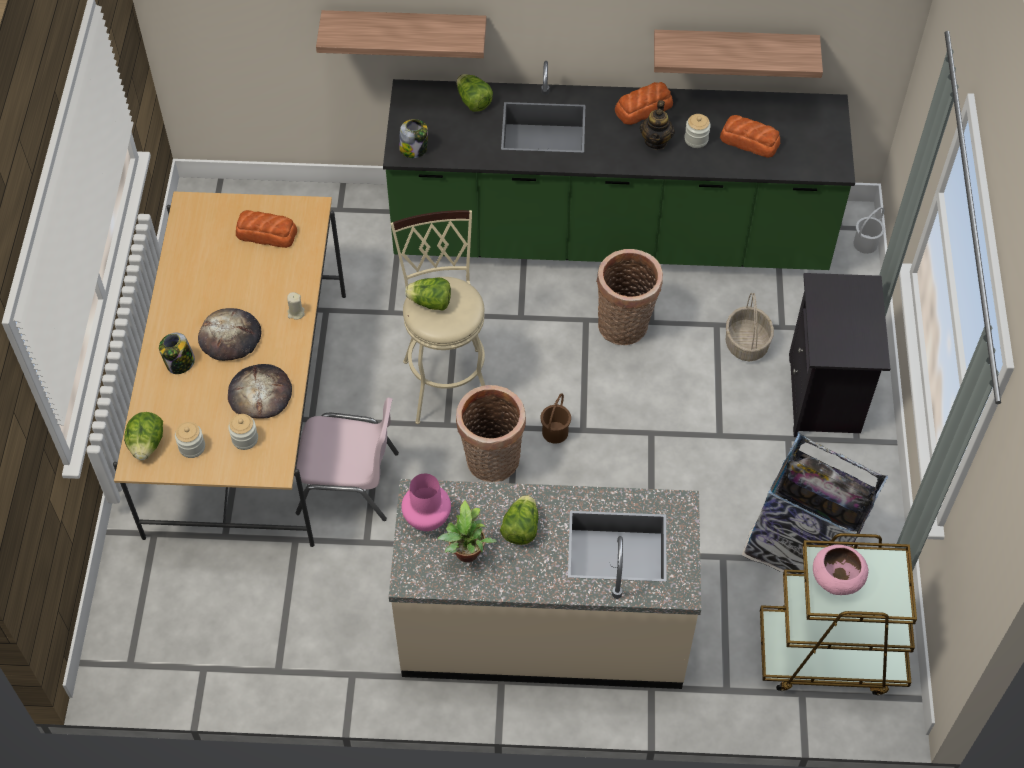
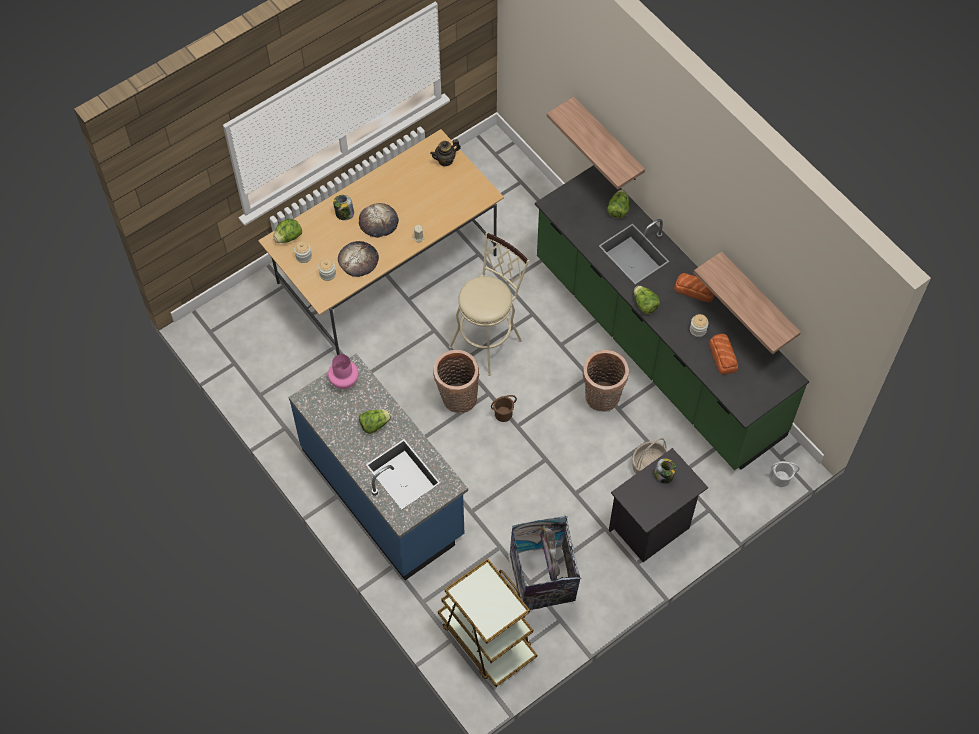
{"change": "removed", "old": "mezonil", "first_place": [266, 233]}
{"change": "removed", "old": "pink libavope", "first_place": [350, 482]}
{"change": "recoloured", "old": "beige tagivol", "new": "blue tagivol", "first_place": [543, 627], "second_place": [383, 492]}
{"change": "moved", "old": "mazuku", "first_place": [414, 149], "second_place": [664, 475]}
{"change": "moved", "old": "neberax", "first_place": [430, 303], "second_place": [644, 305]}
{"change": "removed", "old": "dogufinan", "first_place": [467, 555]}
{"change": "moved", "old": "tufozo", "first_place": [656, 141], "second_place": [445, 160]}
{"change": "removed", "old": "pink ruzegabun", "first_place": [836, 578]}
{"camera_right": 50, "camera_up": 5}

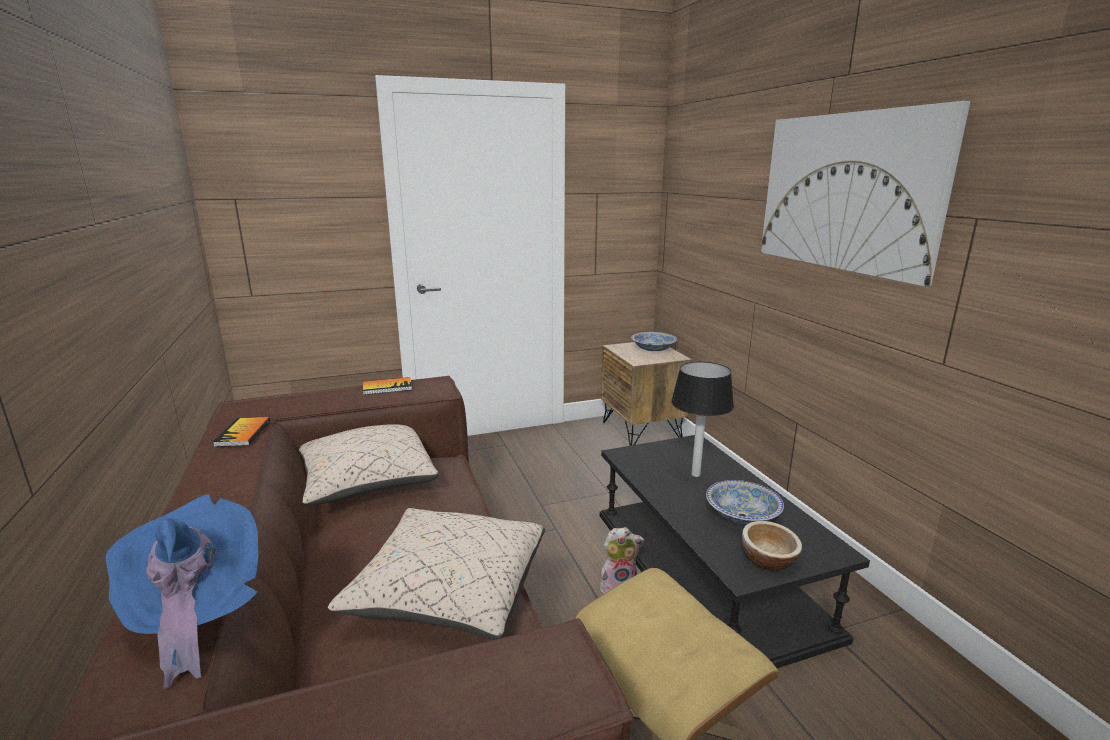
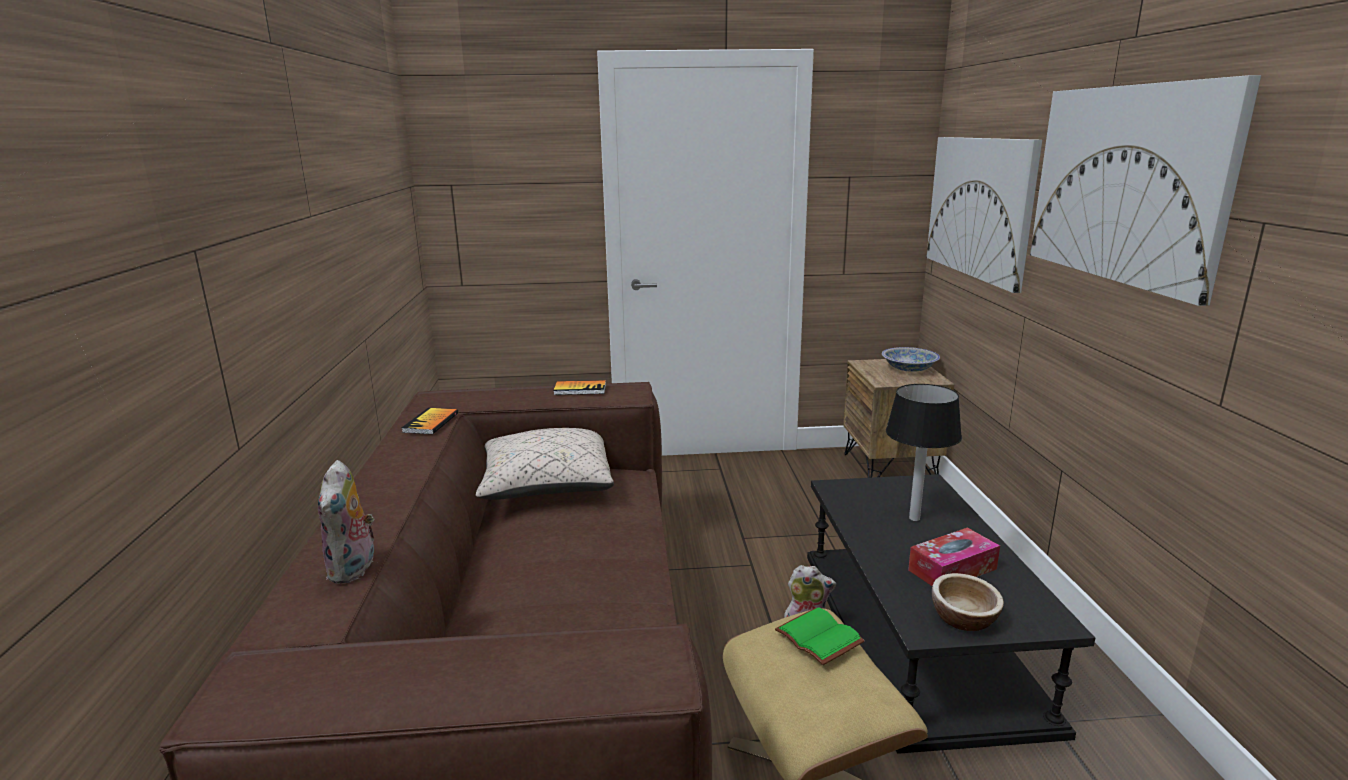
{"change": "replaced", "old": "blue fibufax", "new": "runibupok", "first_place": [195, 613], "second_place": [354, 569]}
{"change": "removed", "old": "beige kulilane", "first_place": [449, 592]}
{"change": "replaced", "old": "ruzegabun", "new": "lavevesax", "first_place": [742, 516], "second_place": [952, 569]}
{"change": "added", "new": "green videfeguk", "second_place": [816, 637]}
{"change": "added", "new": "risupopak", "second_place": [979, 207]}
{"camera_right": 15, "camera_up": 0}

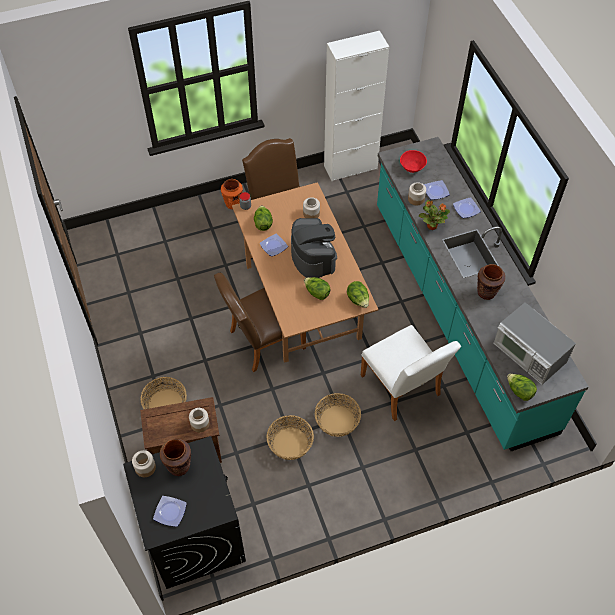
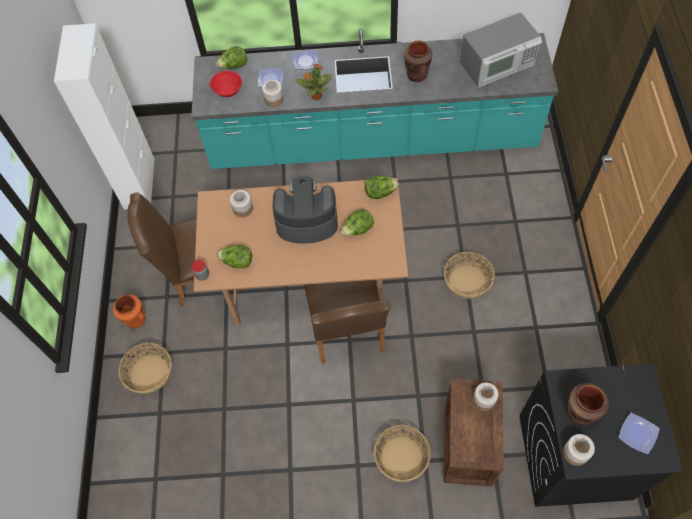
{"change": "removed", "old": "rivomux", "first_place": [274, 246]}
{"change": "moved", "old": "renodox", "first_place": [290, 443], "second_place": [149, 373]}
{"change": "removed", "old": "white libavope", "first_place": [403, 389]}
{"change": "moved", "old": "neberax", "first_place": [519, 391], "second_place": [234, 66]}
{"camera_right": -70, "camera_up": 5}

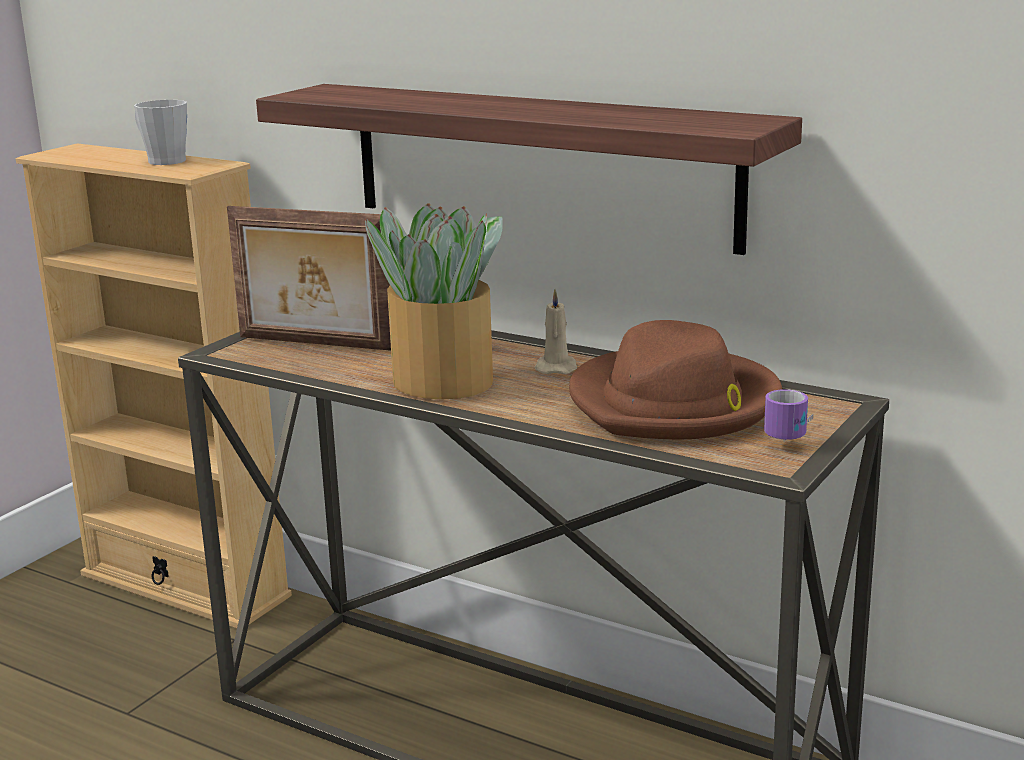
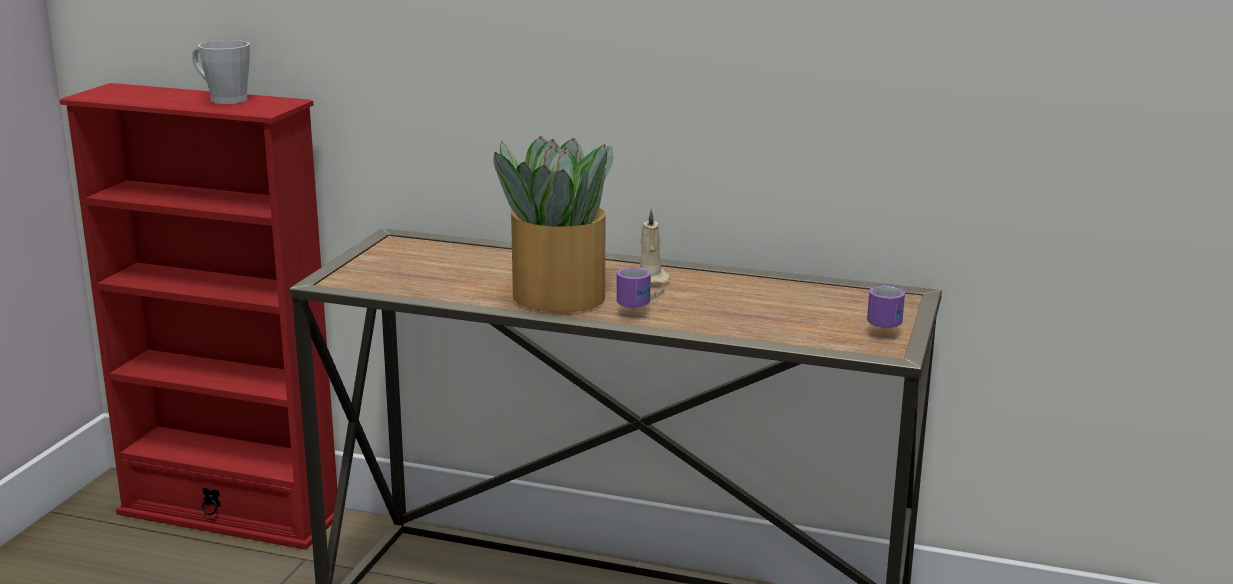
{"change": "recoloured", "old": "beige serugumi", "new": "red serugumi", "first_place": [185, 585], "second_place": [230, 514]}
{"change": "removed", "old": "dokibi", "first_place": [314, 344]}
{"change": "removed", "old": "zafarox", "first_place": [540, 164]}
{"change": "removed", "old": "brown fibufax", "first_place": [674, 403]}
{"change": "added", "new": "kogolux", "second_place": [644, 305]}
{"camera_right": -15, "camera_up": 0}

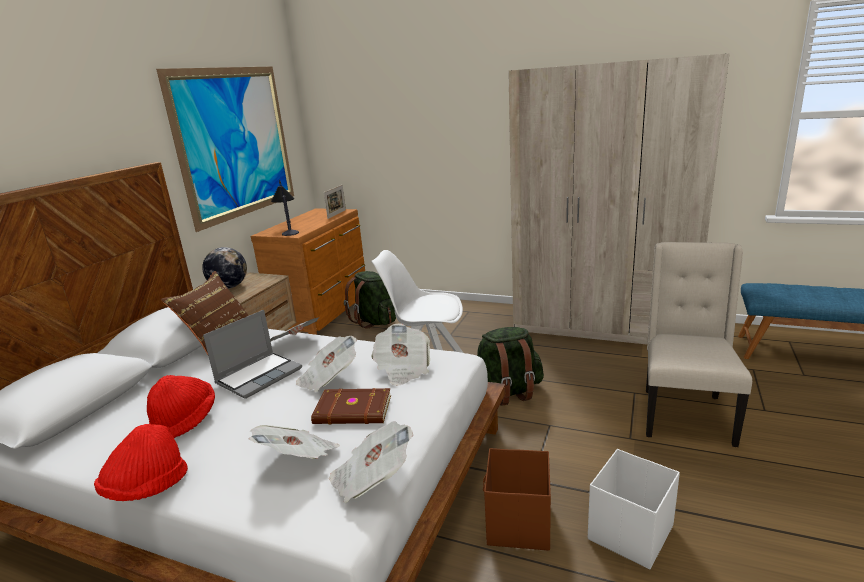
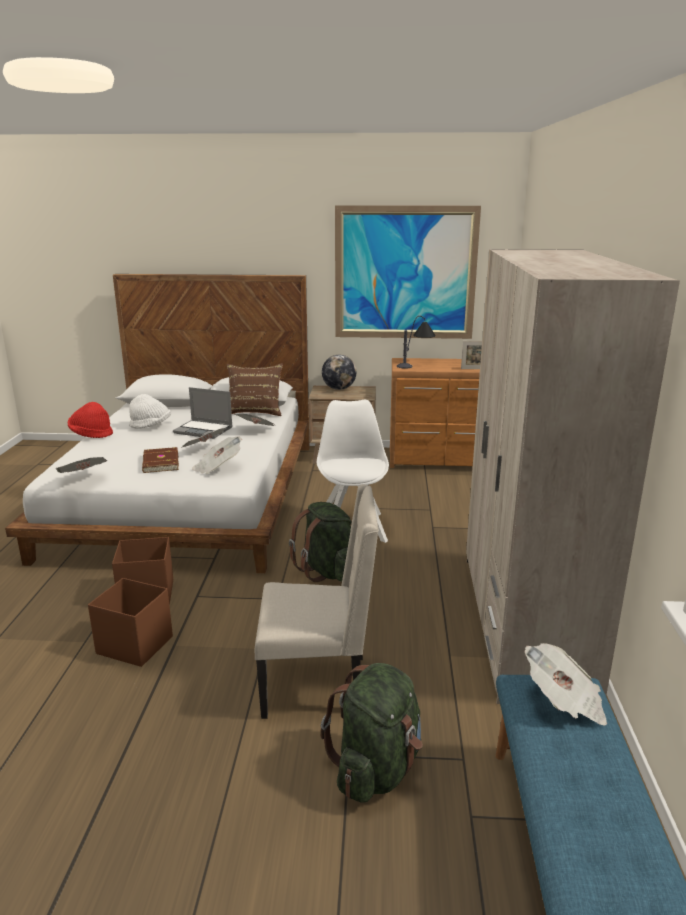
{"change": "recoloured", "old": "red fibufax", "new": "white fibufax", "first_place": [185, 420], "second_place": [151, 426]}
{"change": "moved", "old": "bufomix", "first_place": [299, 458], "second_place": [564, 702]}
{"change": "moved", "old": "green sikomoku", "first_place": [375, 321], "second_place": [376, 768]}
{"change": "recoloured", "old": "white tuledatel", "new": "brown tuledatel", "first_place": [629, 533], "second_place": [134, 645]}
{"camera_right": 70, "camera_up": 0}

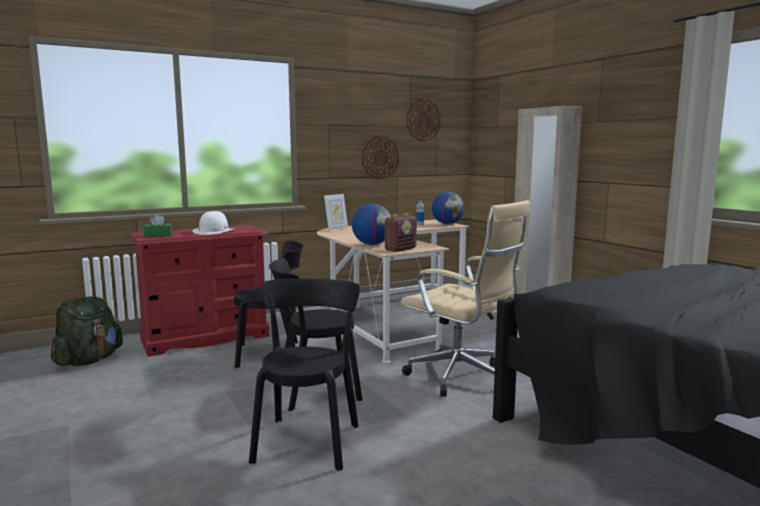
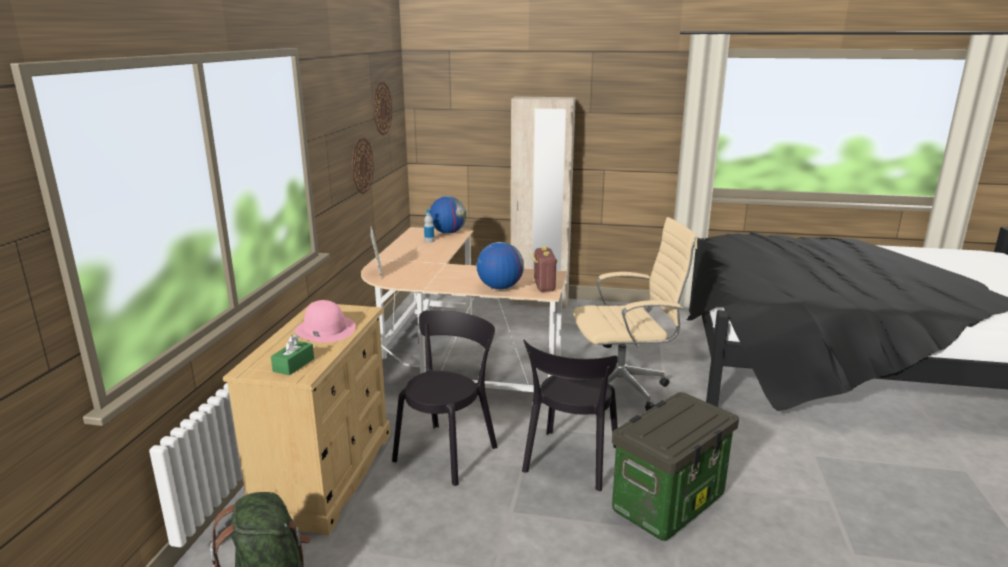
{"change": "recoloured", "old": "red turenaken", "new": "beige turenaken", "first_place": [205, 337], "second_place": [327, 474]}
{"change": "recoloured", "old": "white fibufax", "new": "pink fibufax", "first_place": [214, 231], "second_place": [325, 329]}
{"change": "replaced", "old": "black libavope", "new": "tuledatel", "first_place": [308, 440], "second_place": [668, 502]}
{"camera_right": -50, "camera_up": 10}

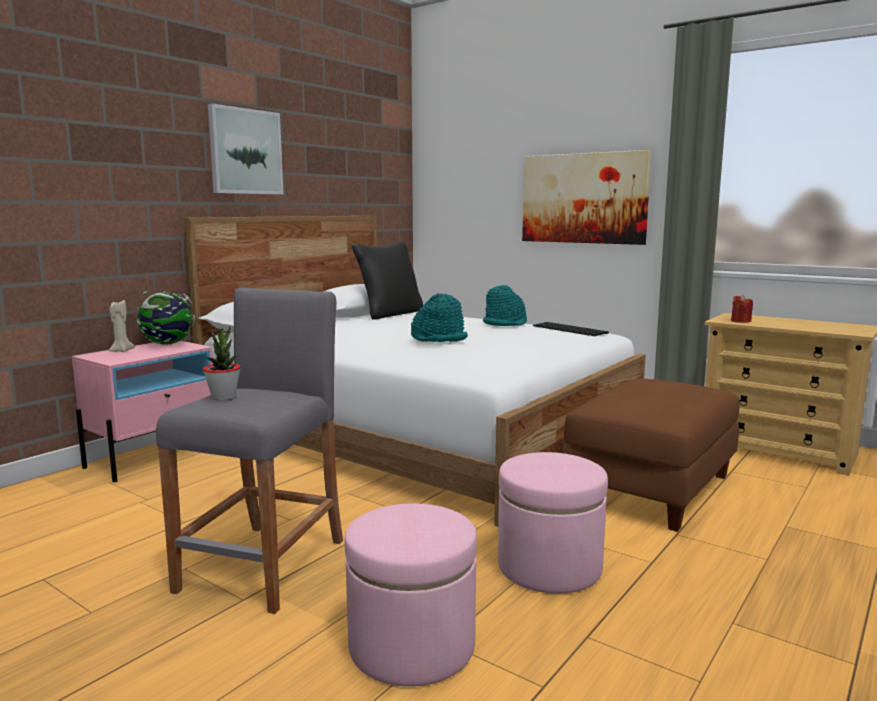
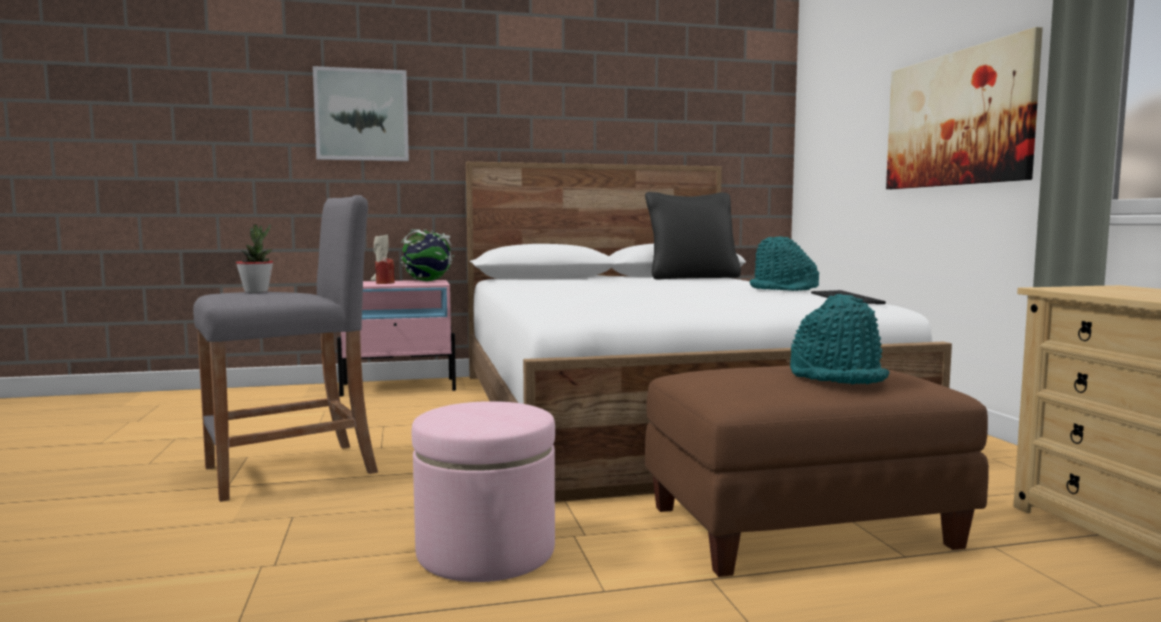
{"change": "moved", "old": "risupopak", "first_place": [245, 151], "second_place": [362, 115]}
{"change": "removed", "old": "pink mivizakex", "first_place": [411, 646]}
{"change": "moved", "old": "turquoise fibufax", "first_place": [439, 339], "second_place": [837, 376]}
{"change": "moved", "old": "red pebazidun", "first_place": [740, 321], "second_place": [385, 283]}
{"camera_right": 40, "camera_up": -5}

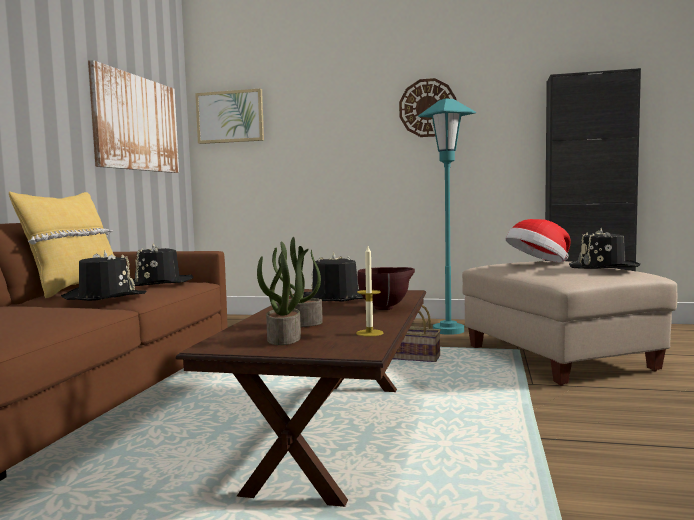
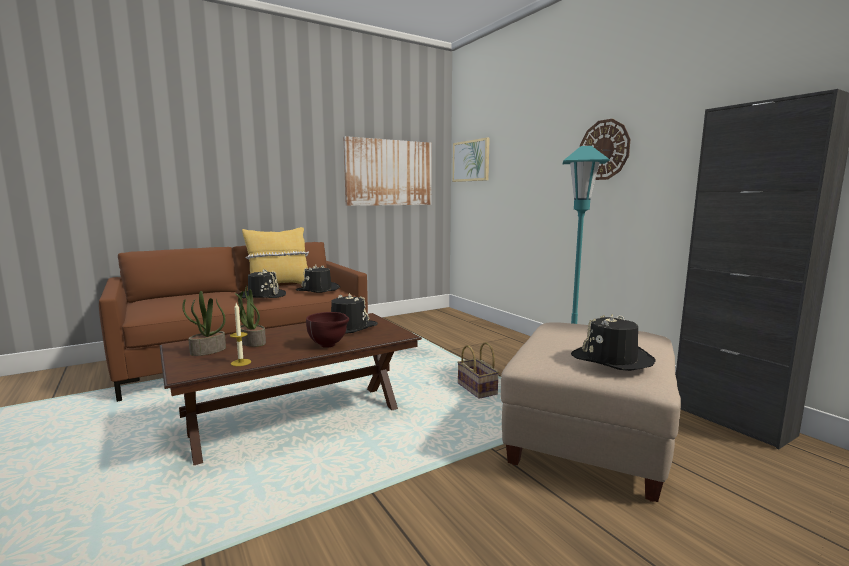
{"change": "removed", "old": "fibufax", "first_place": [537, 263]}
{"camera_right": 45, "camera_up": 5}

